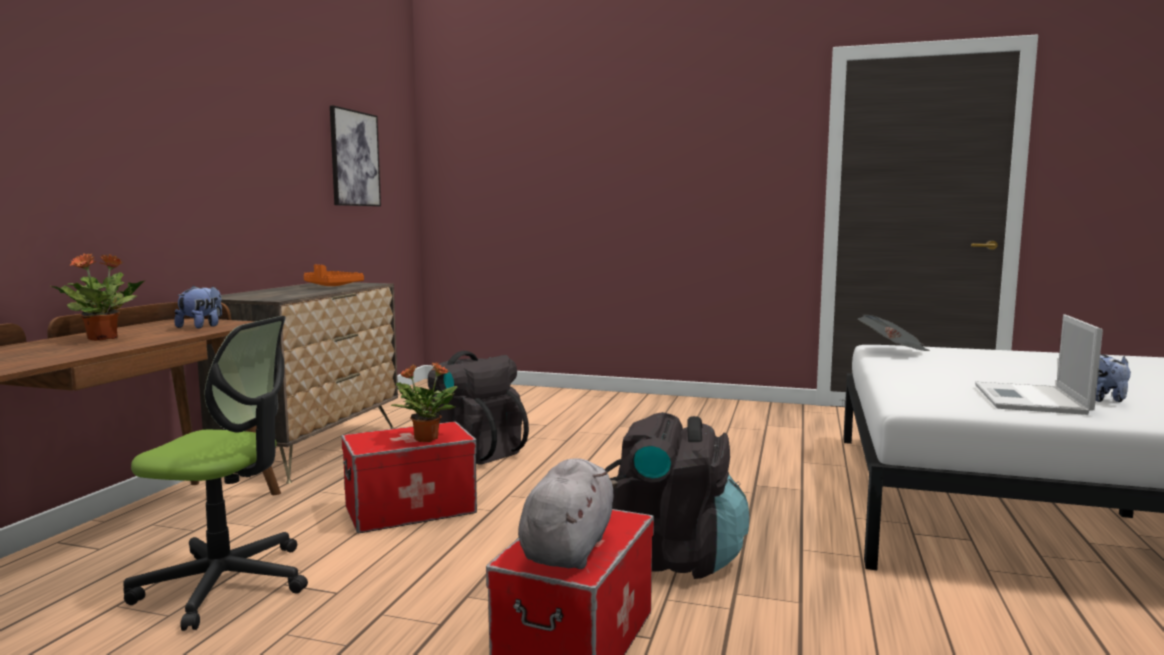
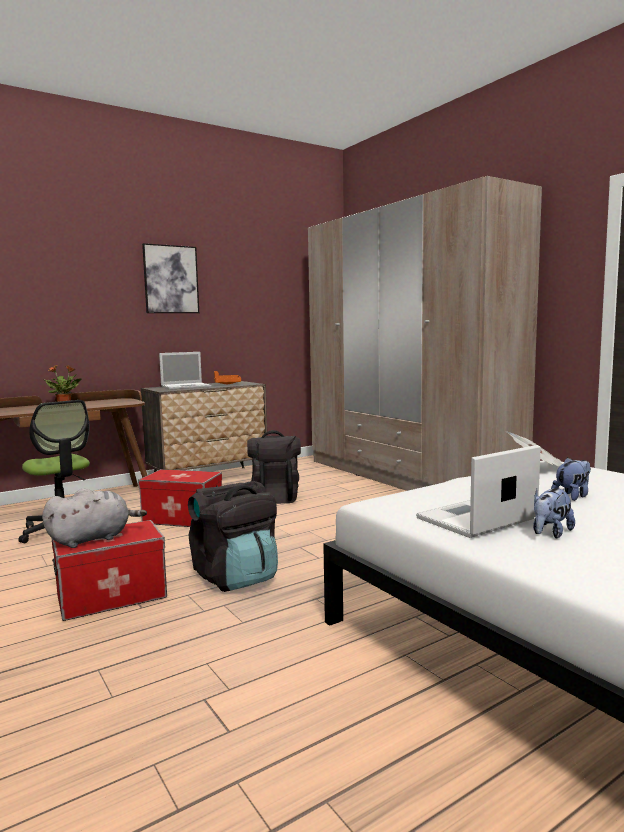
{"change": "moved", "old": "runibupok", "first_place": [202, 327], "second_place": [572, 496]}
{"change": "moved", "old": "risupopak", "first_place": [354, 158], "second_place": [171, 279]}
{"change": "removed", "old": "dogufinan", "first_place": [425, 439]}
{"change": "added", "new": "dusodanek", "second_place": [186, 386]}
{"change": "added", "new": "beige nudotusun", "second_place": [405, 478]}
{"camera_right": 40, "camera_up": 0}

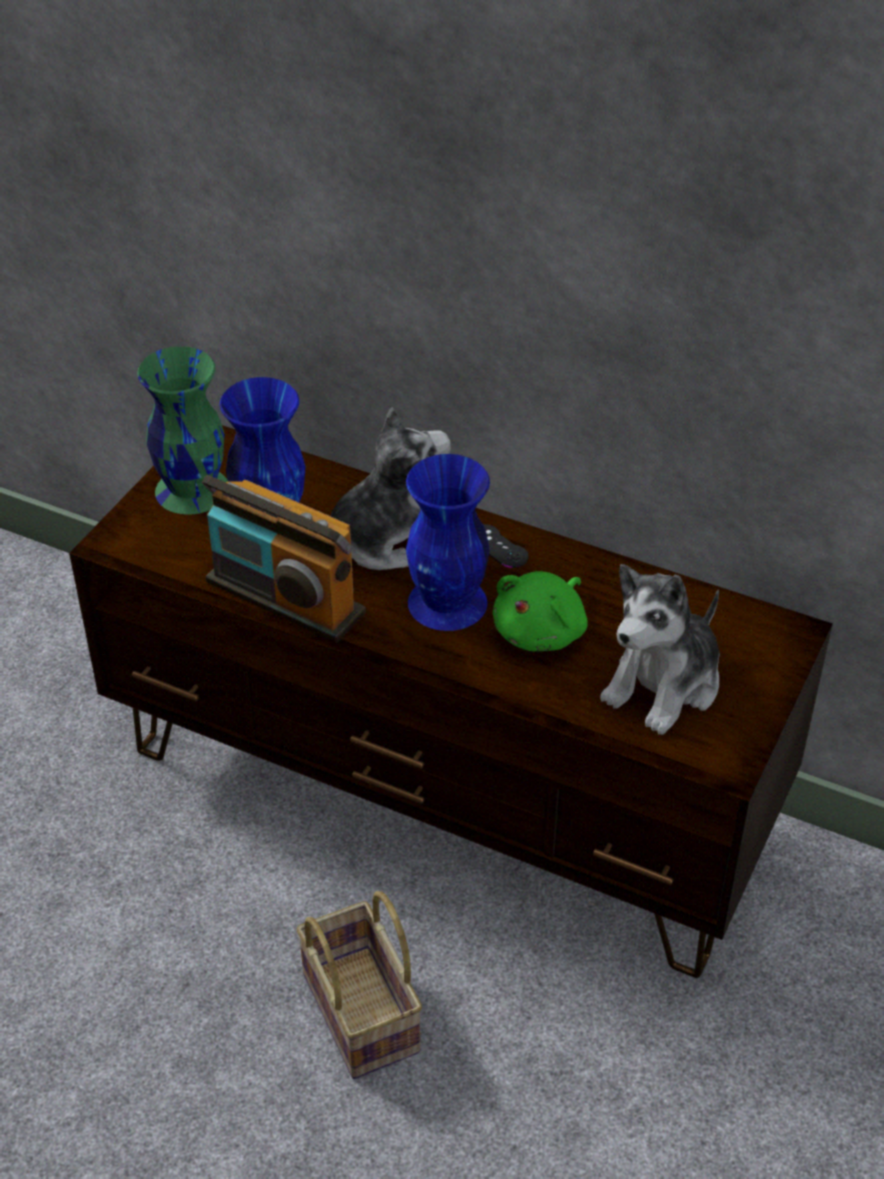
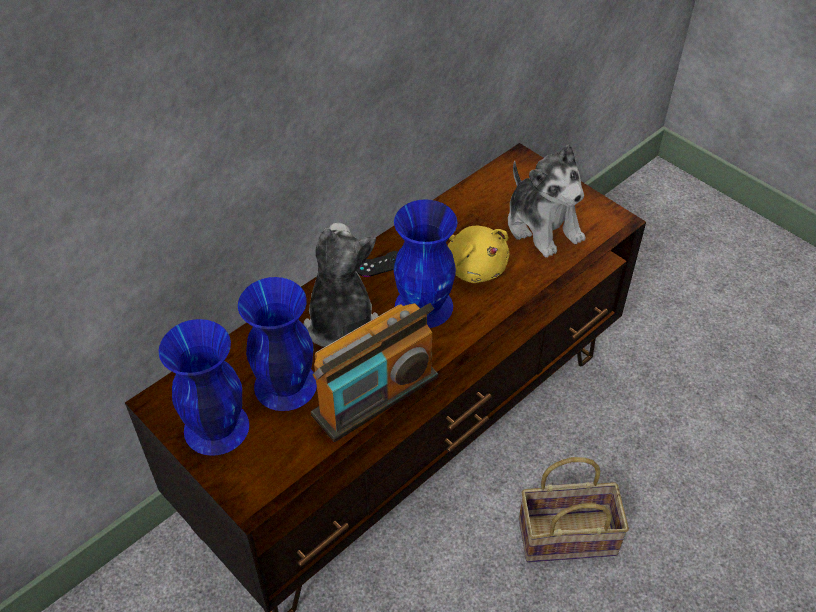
{"change": "recoloured", "old": "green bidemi", "new": "blue bidemi", "first_place": [191, 489], "second_place": [215, 428]}
{"change": "recoloured", "old": "green runibupok", "new": "yellow runibupok", "first_place": [542, 631], "second_place": [473, 266]}
{"camera_right": -70, "camera_up": 5}

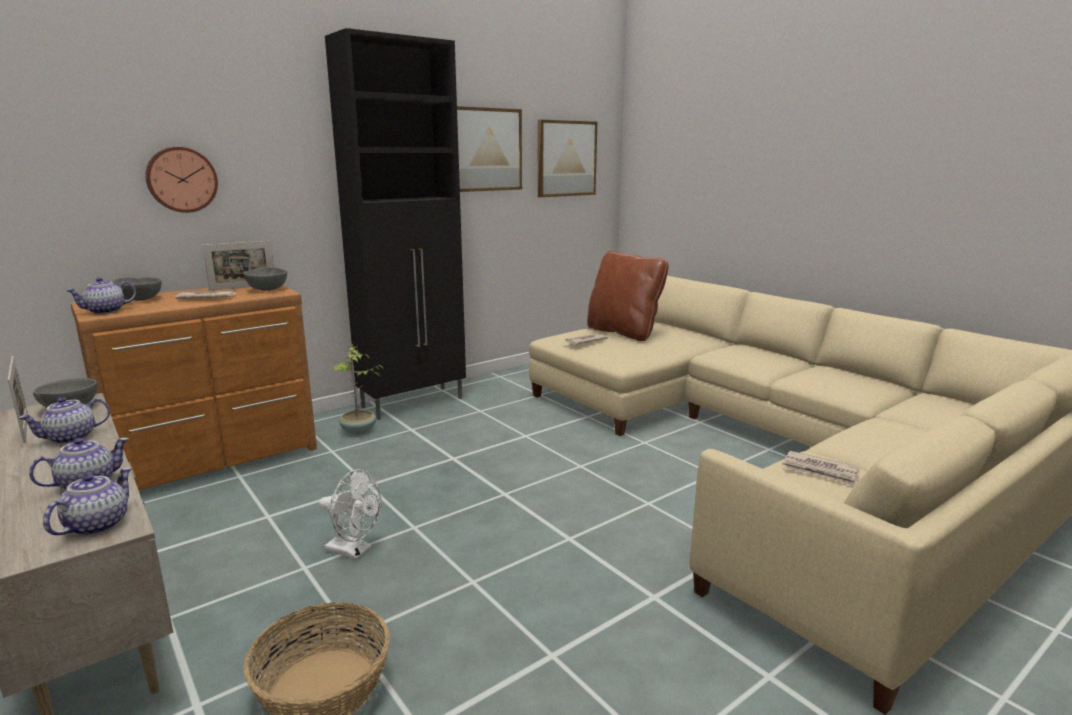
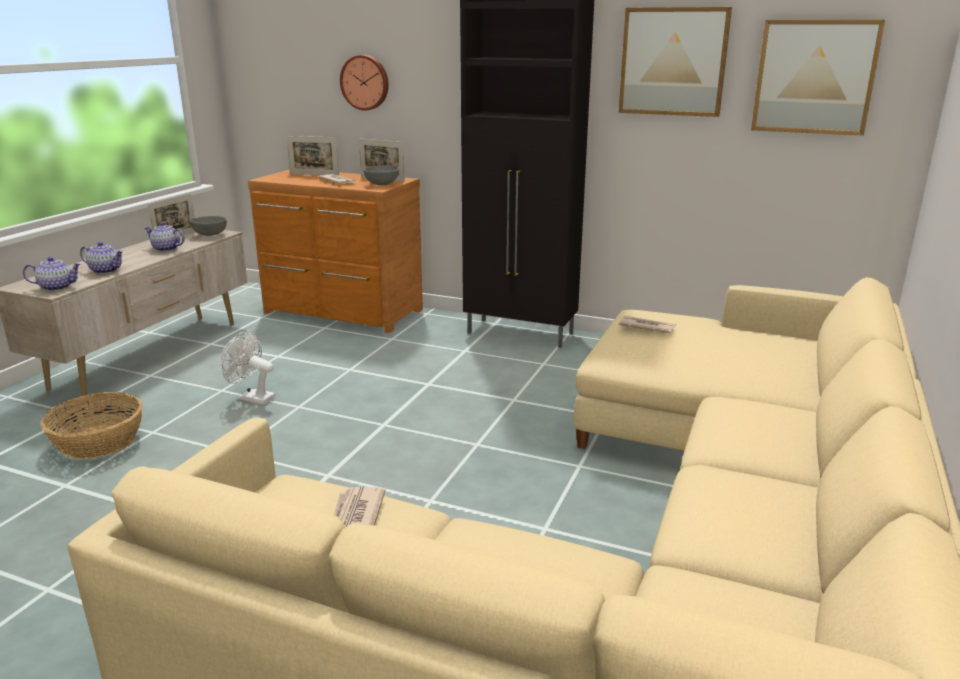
{"change": "removed", "old": "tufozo", "first_place": [105, 311]}
{"change": "replaced", "old": "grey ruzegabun", "new": "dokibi", "first_place": [140, 300], "second_place": [314, 174]}
{"change": "turned", "old": "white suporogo", "first_place": [354, 551], "second_place": [251, 398], "degrees": 120}
{"change": "removed", "old": "dogufinan", "first_place": [358, 431]}
{"change": "removed", "old": "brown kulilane", "first_place": [624, 332]}
{"camera_right": 60, "camera_up": 5}

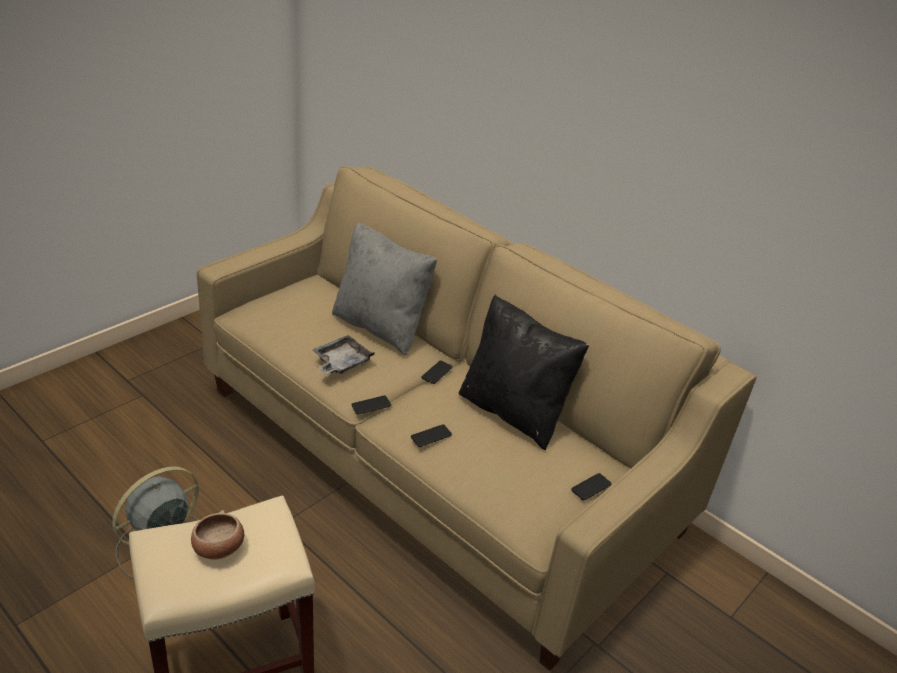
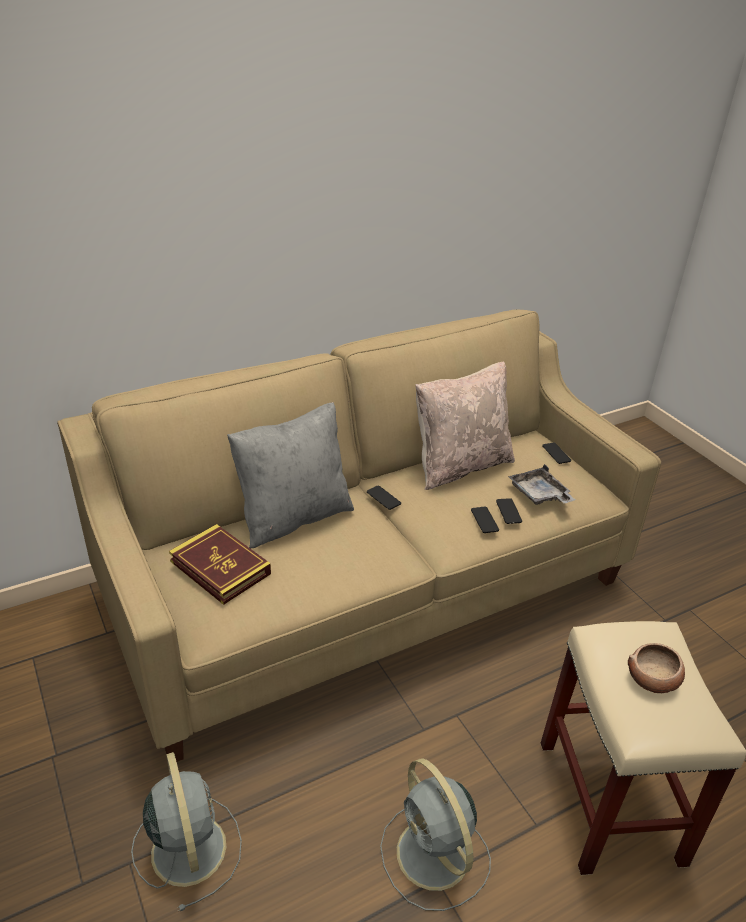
{"change": "moved", "old": "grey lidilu", "first_place": [341, 363], "second_place": [539, 494]}
{"change": "moved", "old": "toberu", "first_place": [371, 405], "second_place": [508, 511]}
{"change": "recoloured", "old": "black kulilane", "new": "beige kulilane", "first_place": [513, 412], "second_place": [460, 466]}
{"change": "added", "new": "grey suporogo", "second_place": [188, 846]}
{"change": "added", "new": "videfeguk", "second_place": [220, 567]}
{"camera_right": -70, "camera_up": 0}

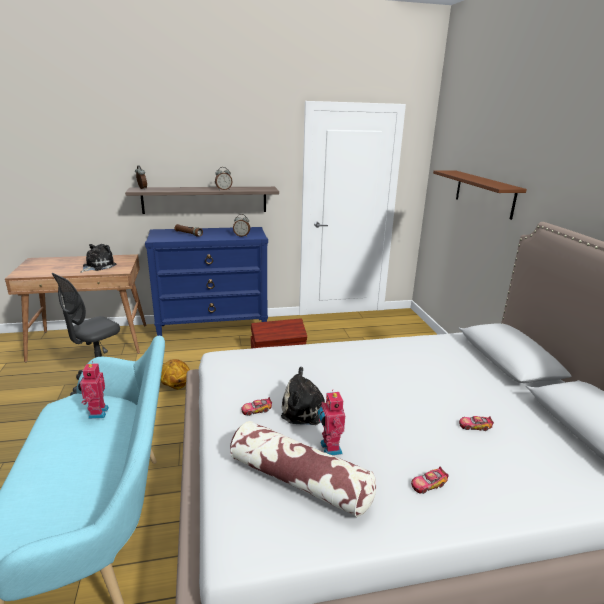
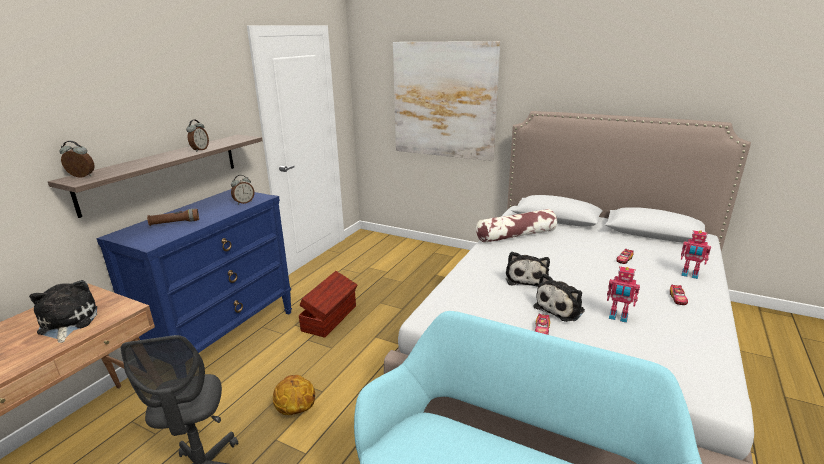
{"change": "moved", "old": "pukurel", "first_place": [97, 413], "second_place": [689, 275]}
{"change": "moved", "old": "kulilane", "first_place": [298, 480], "second_place": [516, 235]}
{"change": "replaced", "old": "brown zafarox", "new": "risupopak", "first_place": [484, 193], "second_place": [444, 100]}
{"change": "added", "new": "runibupok", "second_place": [526, 278]}
{"camera_right": -50, "camera_up": 0}

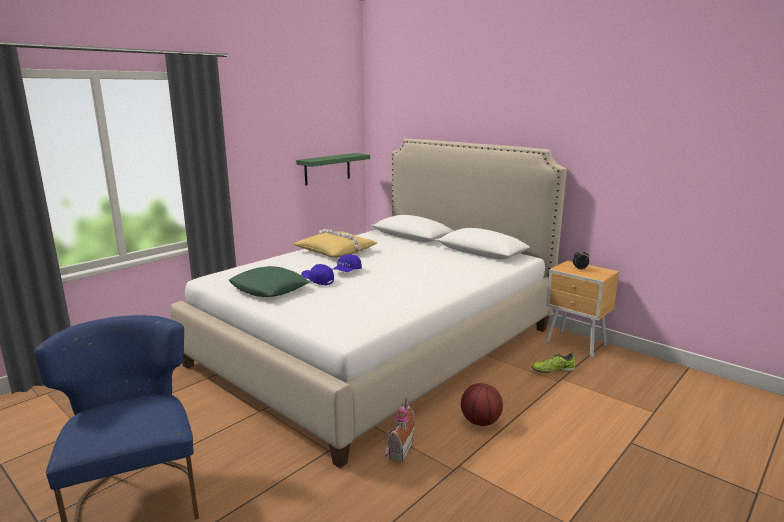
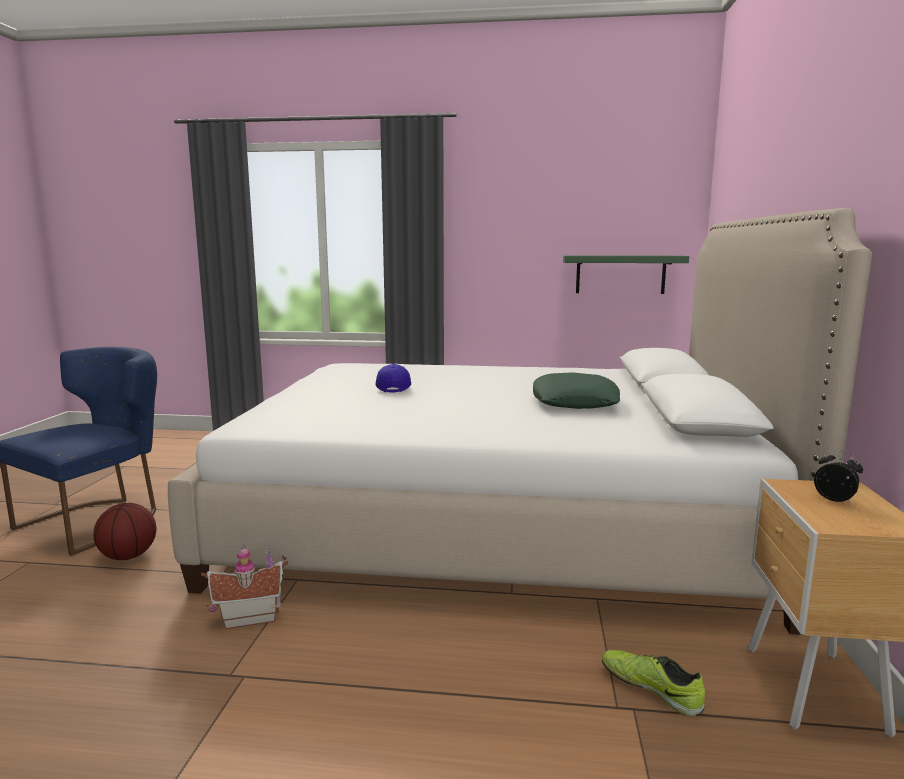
{"change": "moved", "old": "green kulilane", "first_place": [269, 289], "second_place": [575, 401]}
{"change": "removed", "old": "yellow kulilane", "first_place": [336, 251]}
{"change": "removed", "old": "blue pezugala", "first_place": [347, 271]}
{"change": "moved", "old": "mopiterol", "first_place": [480, 422], "second_place": [128, 556]}
{"camera_right": 55, "camera_up": -5}

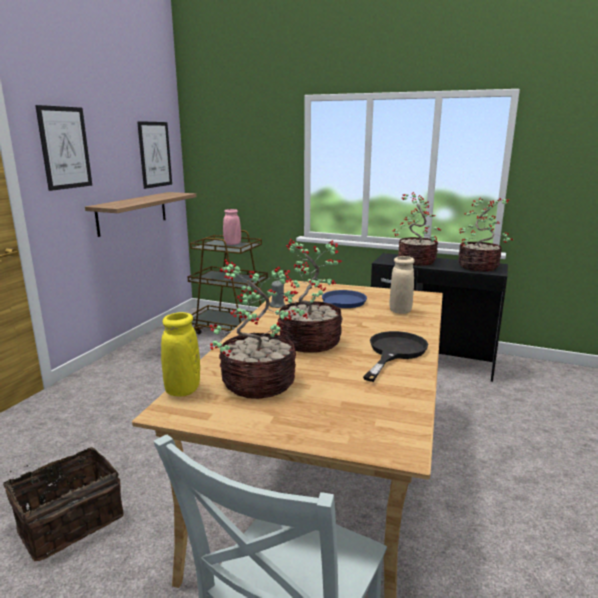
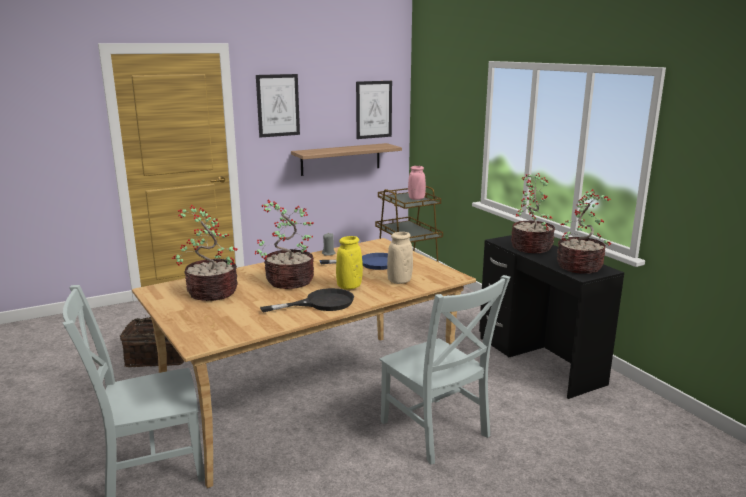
{"change": "moved", "old": "yellow bidemi", "first_place": [183, 390], "second_place": [349, 287]}
{"change": "added", "new": "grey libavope", "second_place": [436, 431]}
{"camera_right": 40, "camera_up": 0}

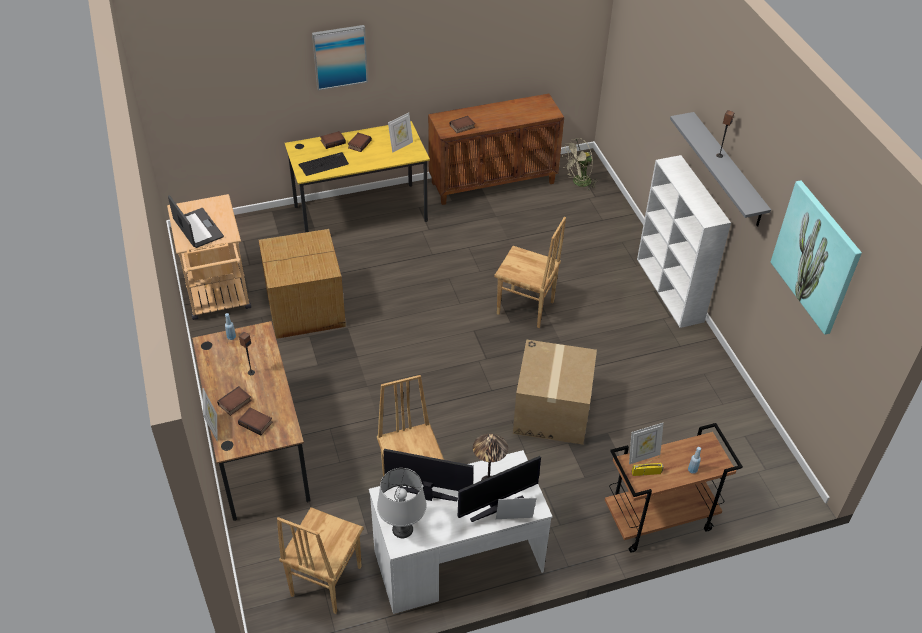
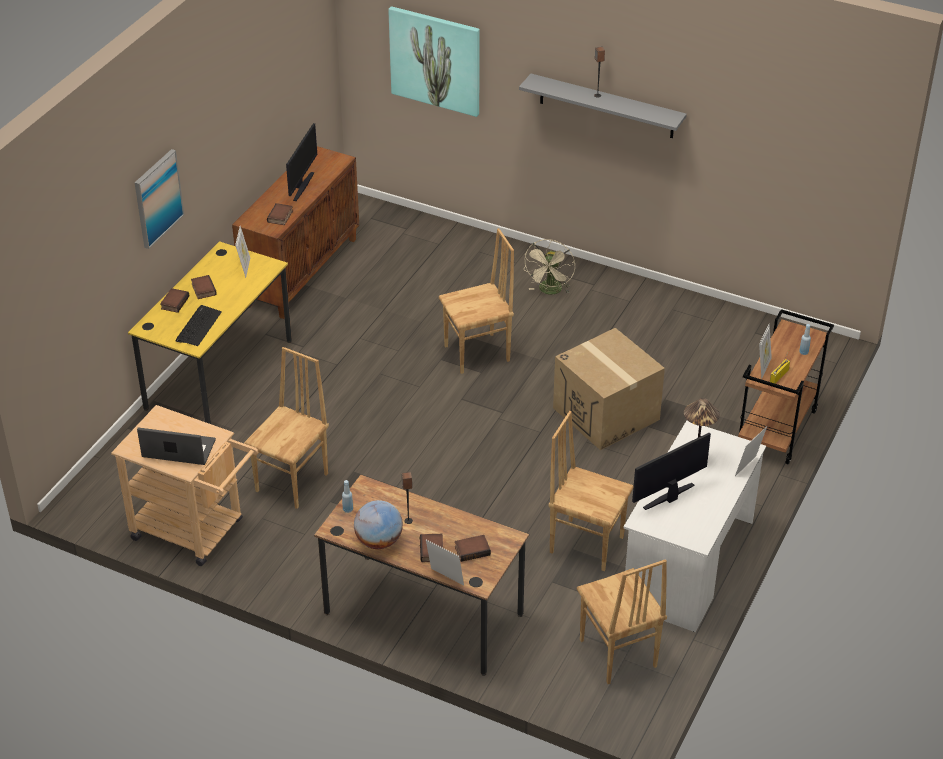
{"change": "replaced", "old": "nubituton", "new": "brown libavope", "first_place": [307, 308], "second_place": [293, 482]}
{"change": "removed", "old": "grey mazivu", "first_place": [402, 528]}
{"change": "moved", "old": "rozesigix", "first_place": [496, 507], "second_place": [302, 186]}
{"change": "moved", "old": "beige suporogo", "first_place": [578, 183], "second_place": [550, 291]}
{"change": "removed", "old": "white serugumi", "first_place": [670, 290]}
{"change": "moved", "old": "risupopak", "first_place": [816, 256], "second_place": [436, 60]}
{"change": "added", "new": "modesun", "second_place": [378, 541]}
{"camera_right": -45, "camera_up": -5}

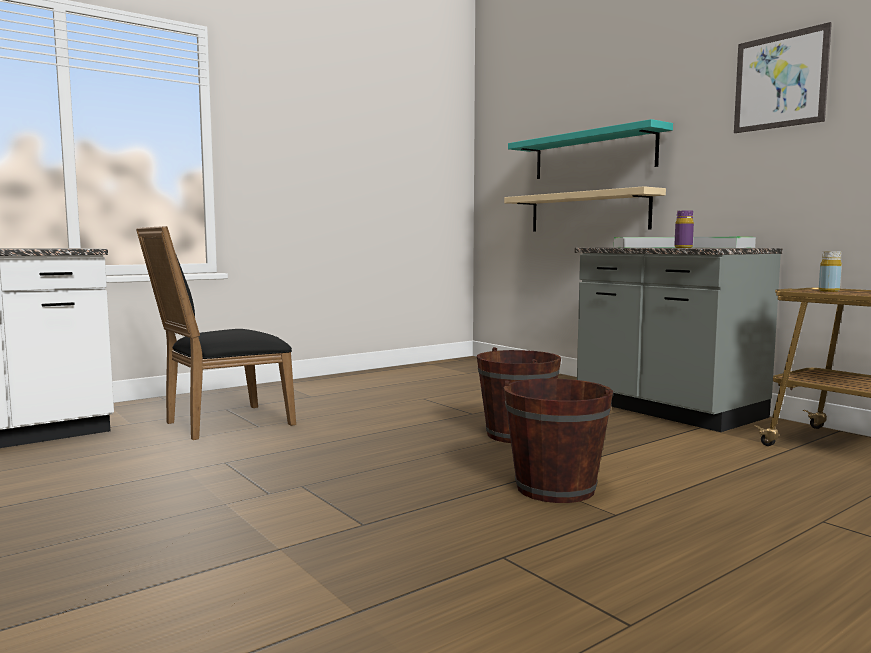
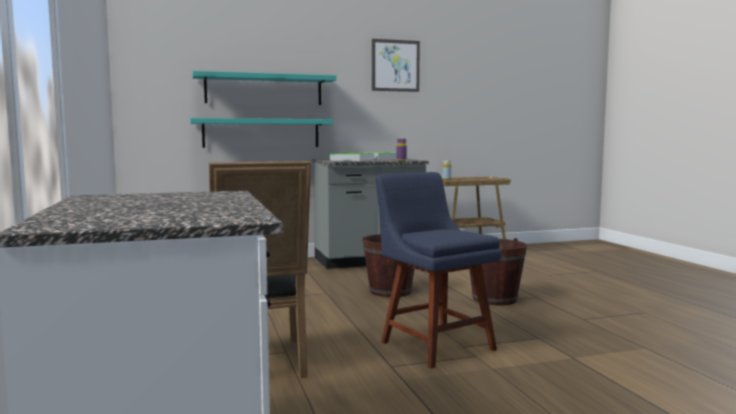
{"change": "recoloured", "old": "beige zafarox", "new": "turquoise zafarox", "first_place": [588, 212], "second_place": [261, 133]}
{"change": "added", "new": "blue libavope", "second_place": [434, 344]}
{"camera_right": -70, "camera_up": 0}

